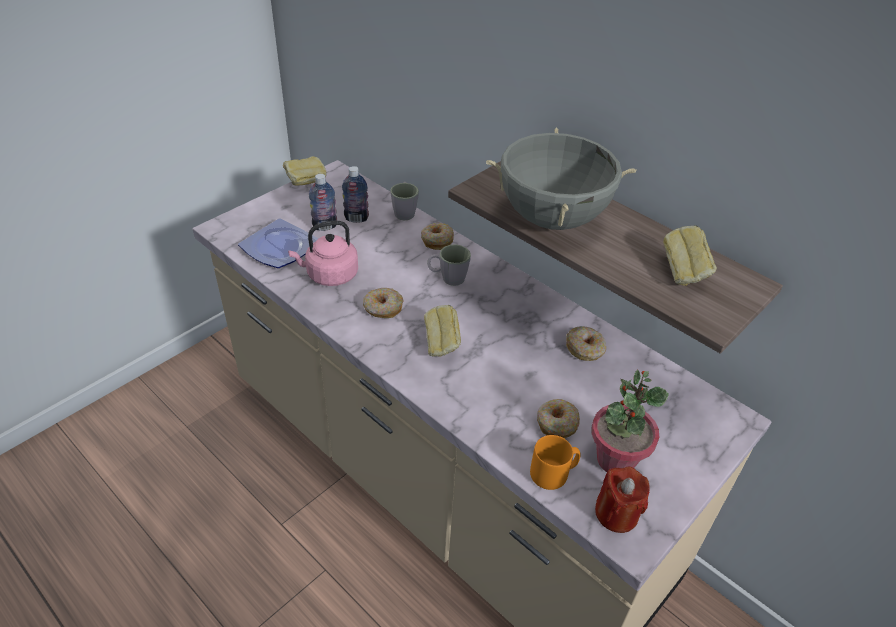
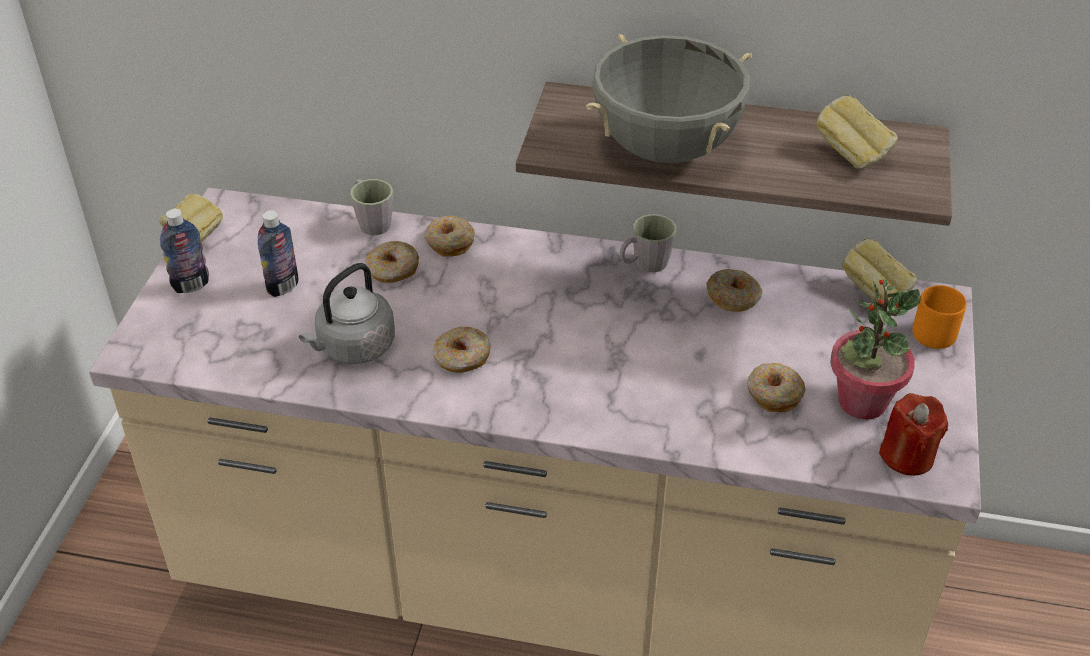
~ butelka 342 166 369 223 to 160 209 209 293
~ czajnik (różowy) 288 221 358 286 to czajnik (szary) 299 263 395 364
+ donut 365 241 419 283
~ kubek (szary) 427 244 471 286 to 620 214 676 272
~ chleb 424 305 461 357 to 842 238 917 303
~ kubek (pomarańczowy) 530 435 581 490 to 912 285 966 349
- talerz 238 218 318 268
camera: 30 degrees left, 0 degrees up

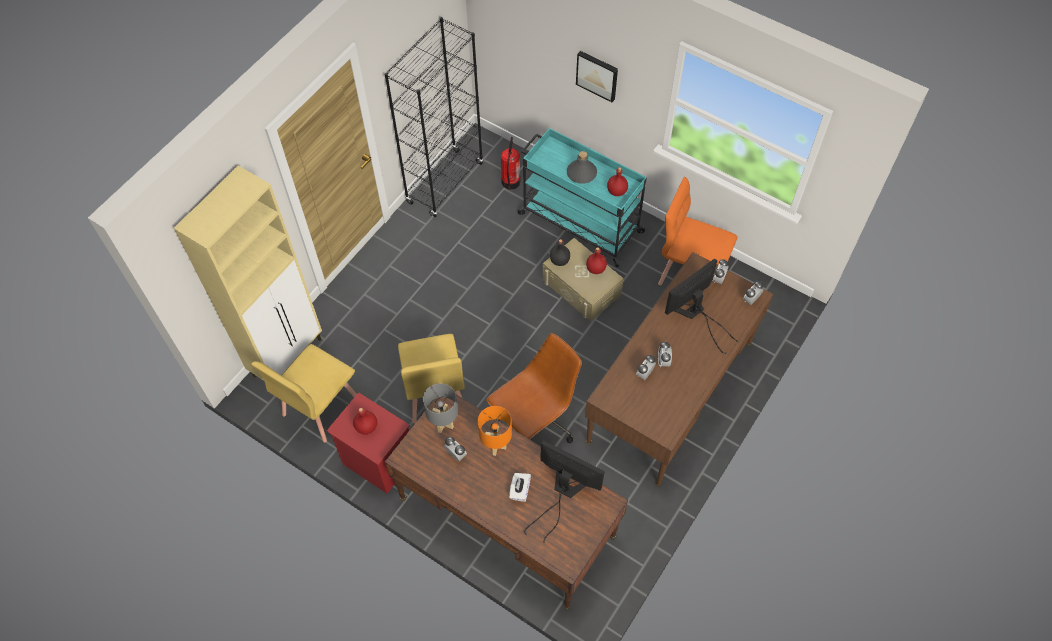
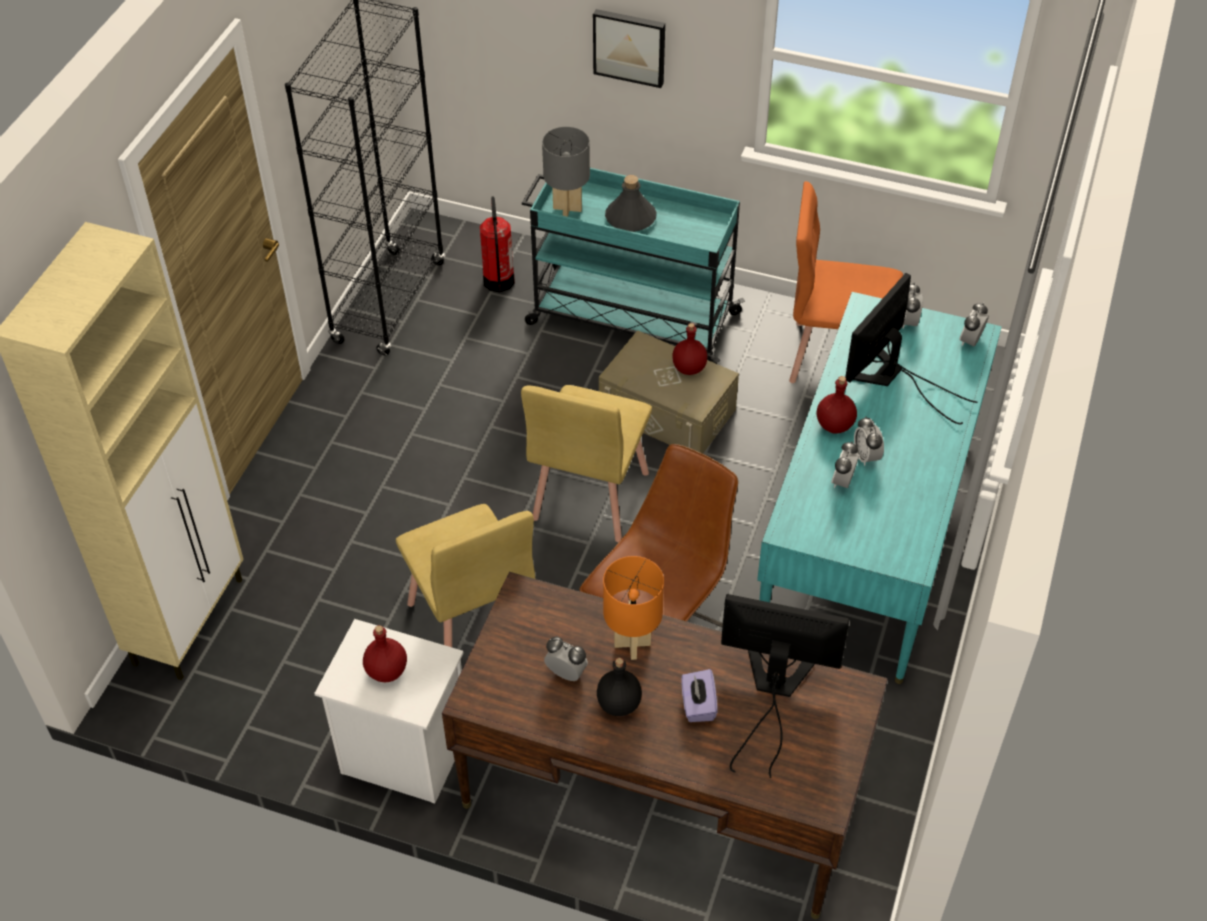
~ szafka nocna (czerwony) 327 392 410 494 to szafka nocna (biały) 314 619 464 804
~ krzesło (żółty) 251 344 357 442 to 521 385 652 542
~ lampa stołowa (szary) 423 383 458 433 to 542 127 590 217
~ butelka (czarny) 550 239 570 266 to 597 658 642 716
~ pudełko chusteczek (biały) 509 473 531 502 to pudełko chusteczek (fioletowy) 681 669 717 722
~ biurko (brązowy) 585 252 773 487 to biurko (turkusowy) 757 292 1002 684
~ butelka (czerwony) 607 167 628 196 to 817 376 857 434
camera: 15 degrees left, 10 degrees down

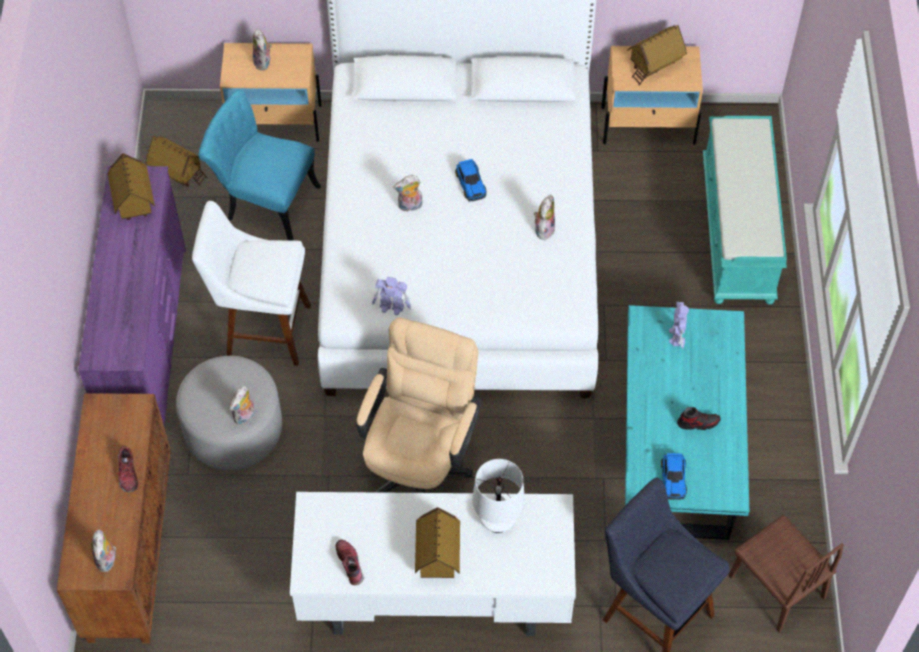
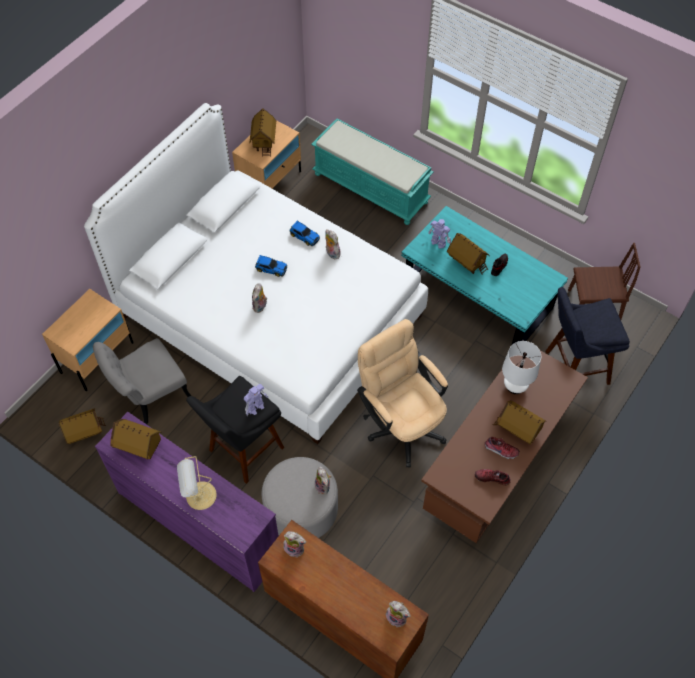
~ krzesło (turkusowy) 198 89 321 240 to krzesło (szary) 93 338 191 424
+ lampa stołowa 177 456 217 510
~ stołek (biały) 192 201 311 366 to stołek (czarny) 186 376 284 484
~ robot zabawkowy 372 277 411 315 to 244 384 268 416
~ pluszak 253 28 272 70 to 284 531 306 558
~ samochodzik 661 453 687 500 to 290 221 320 246
~ biurko (biały) 290 492 576 636 to biurko (brązowy) 421 350 588 543
+ domek 447 233 489 275
~ but 118 446 138 493 to 484 437 520 459
camera: 55 degrees left, 0 degrees up

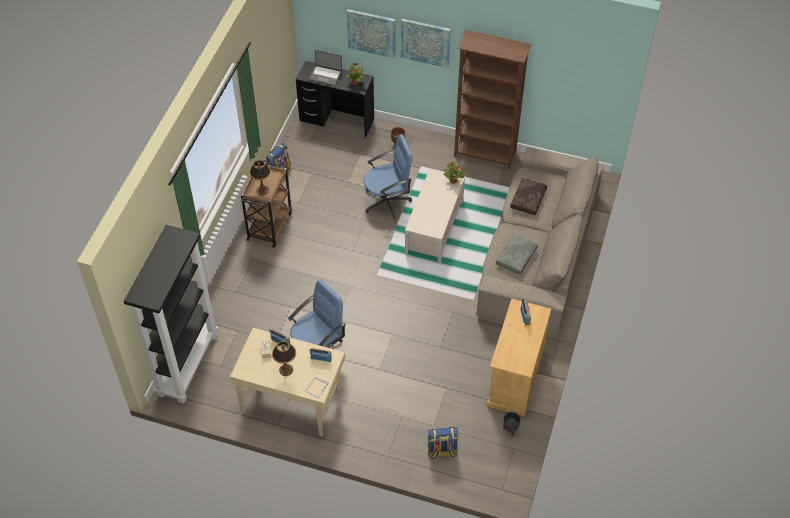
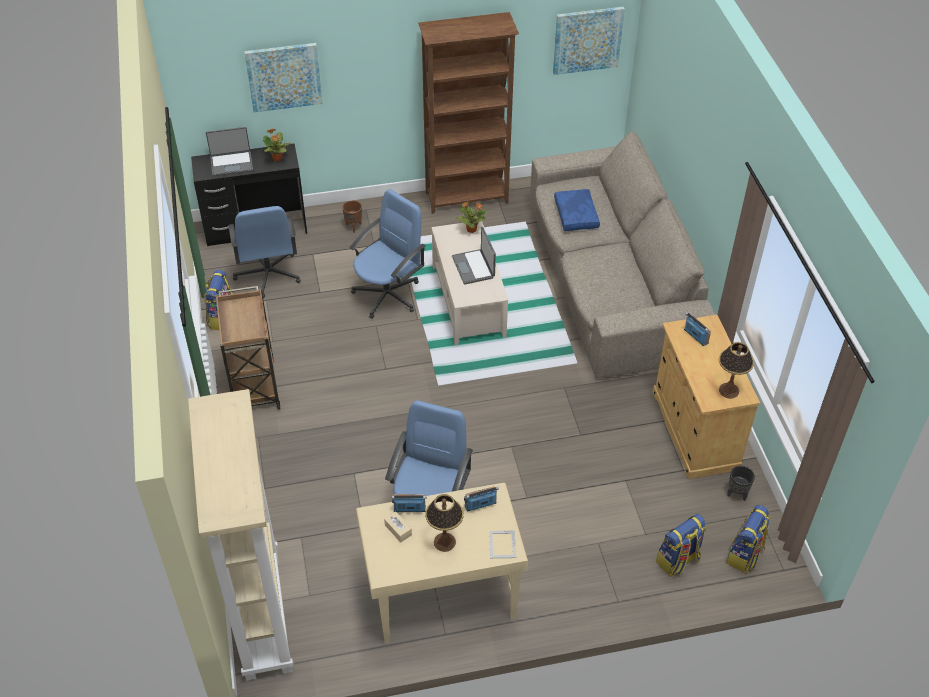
~ regał (czarny) 124 225 218 404 to regał (beżowy) 188 389 293 680
+ krzesło biurowe (niebieski) 228 206 301 298
+ laptop 452 226 496 285
~ obraz 401 19 451 68 to 553 7 625 75
~ poduszka (brązowy) 510 178 547 215 to poduszka (niebieski) 554 189 600 231
~ lampa stołowa 249 160 271 195 to 719 342 754 399
+ plecak 726 505 770 573
- poduszka (szary) 496 234 538 275
camera: 30 degrees left, 5 degrees down

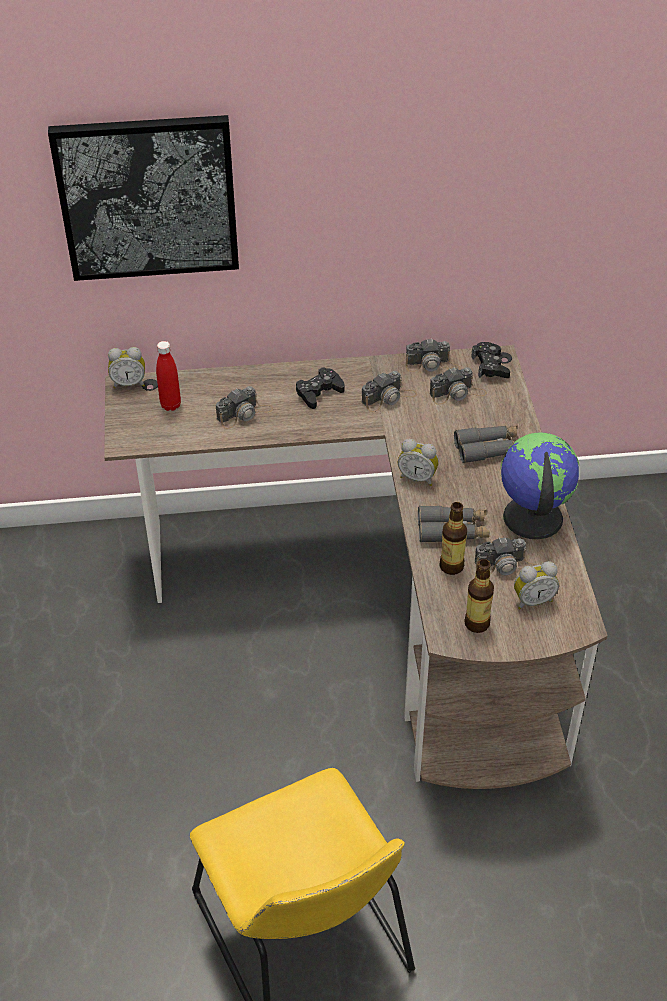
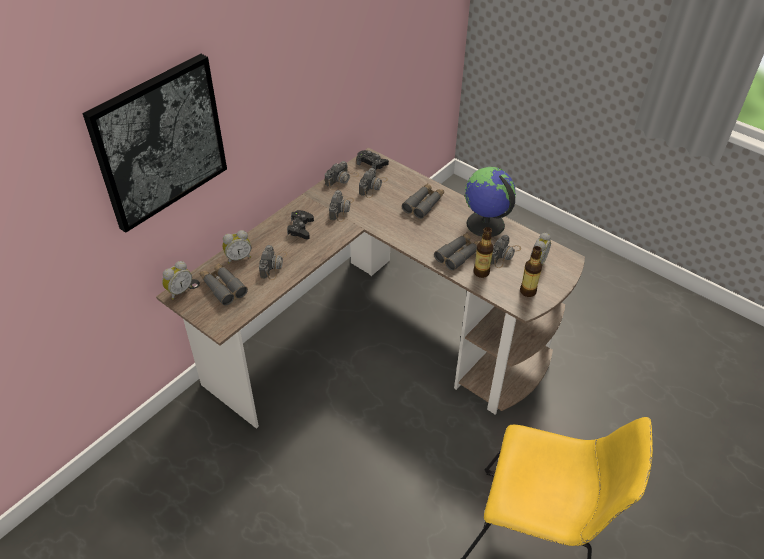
~ butelka (czerwony) 156 341 181 411 to lornetka (szary) 200 263 248 305
~ budzik 398 439 439 486 to 222 230 251 264
camera: 45 degrees left, 0 degrees up

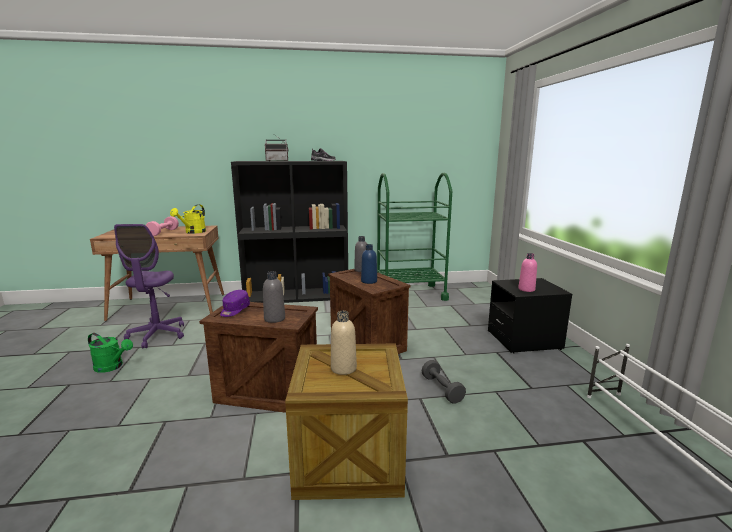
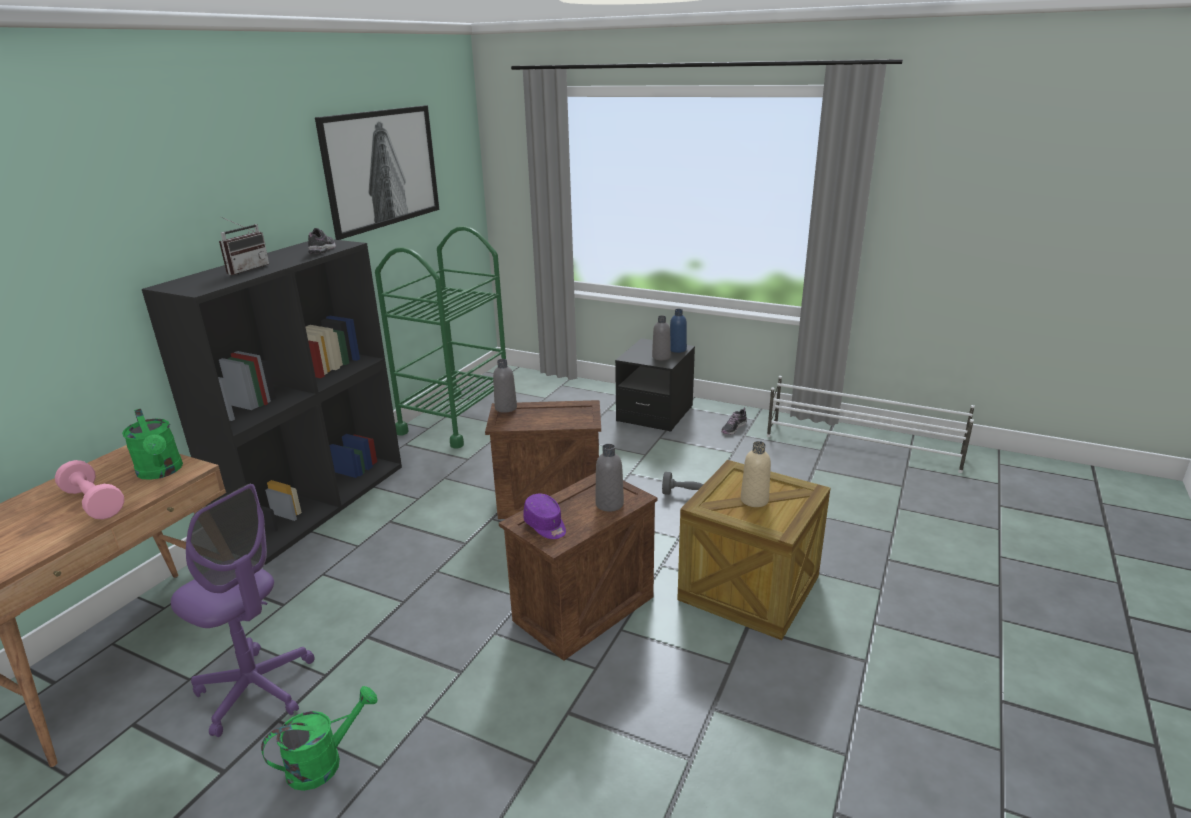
~ konewka (żółty) 170 205 206 234 to konewka (zielony) 122 409 183 480
+ obraz 315 105 439 240
~ butelka (różowy) 518 253 537 292 to butelka (szary) 652 316 671 360
~ butelka (niebieski) 361 244 377 284 to 670 309 687 353
+ but 721 407 747 434
camera: 55 degrees left, 10 degrees up

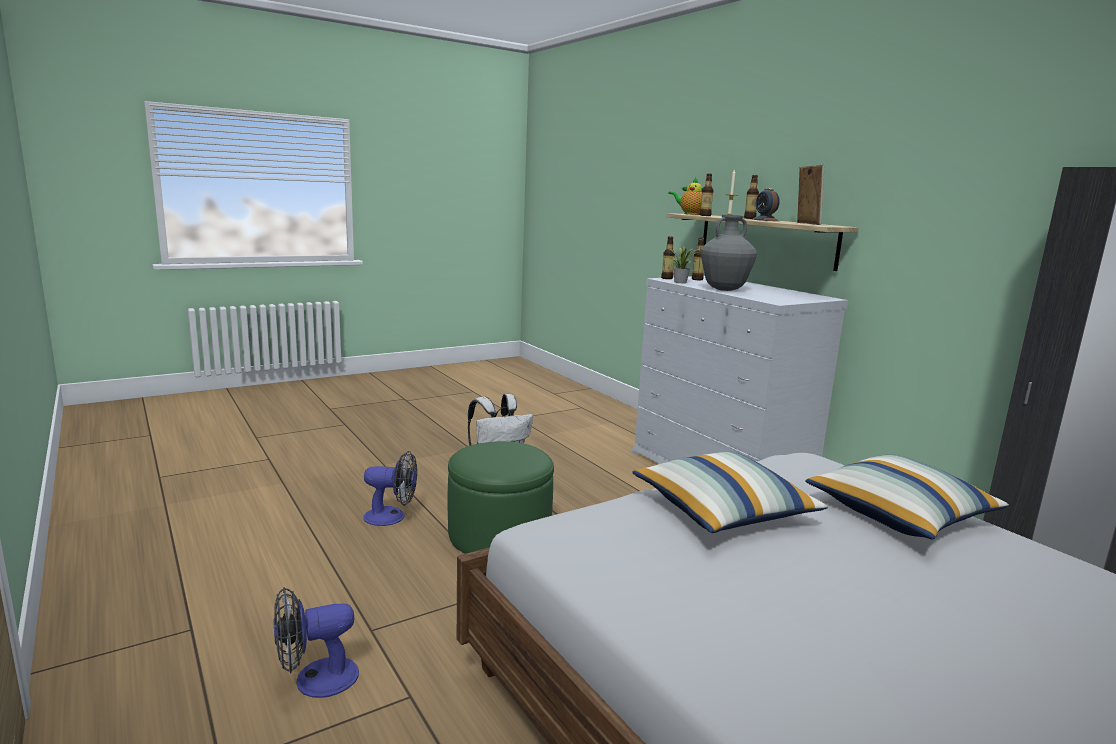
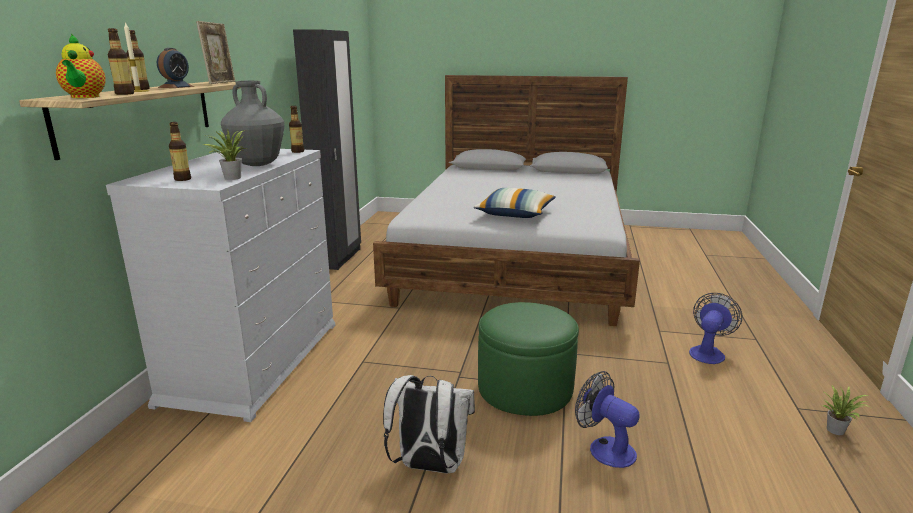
~ ramka na zdjęcie 797 165 824 225 = 196 21 235 84 150 degrees clockwise
~ butelka 661 236 675 279 to 289 106 304 153
~ wentylator 273 587 359 698 = 689 293 742 364 75 degrees counterclockwise
+ roślina doniczkowa 821 386 869 435
- poduszka 805 455 1009 539
camera: 135 degrees left, 5 degrees up

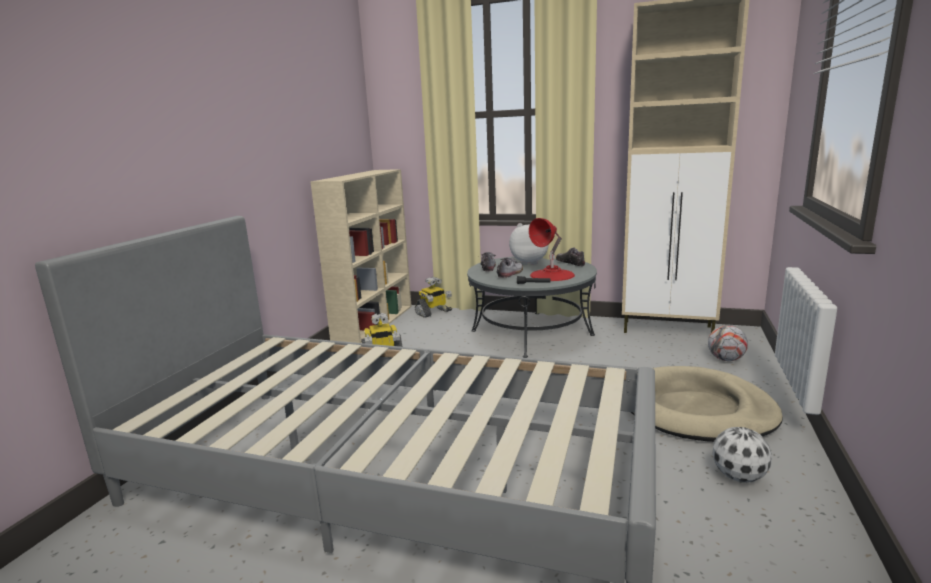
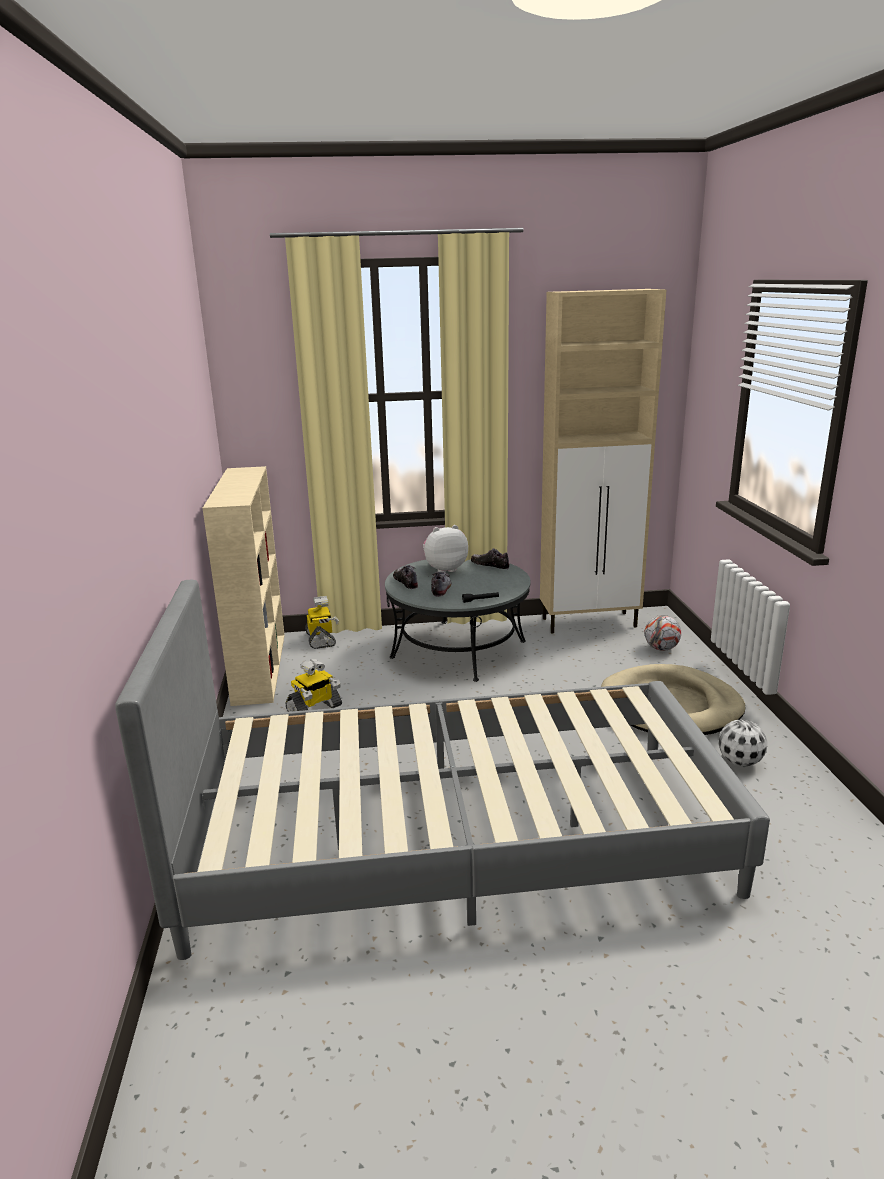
~ robot zabawkowy 415 277 452 318 = 305 596 339 649 45 degrees counterclockwise
- lampa stołowa (czerwony) 529 218 575 281
camera: 25 degrees left, 5 degrees up

